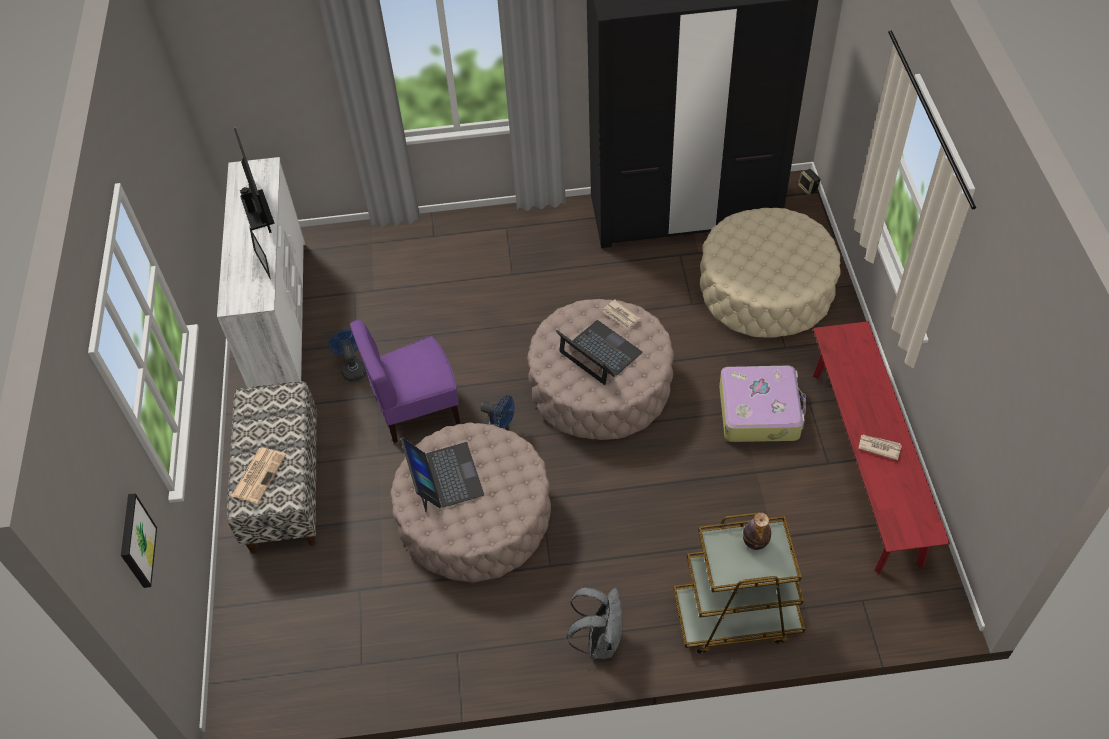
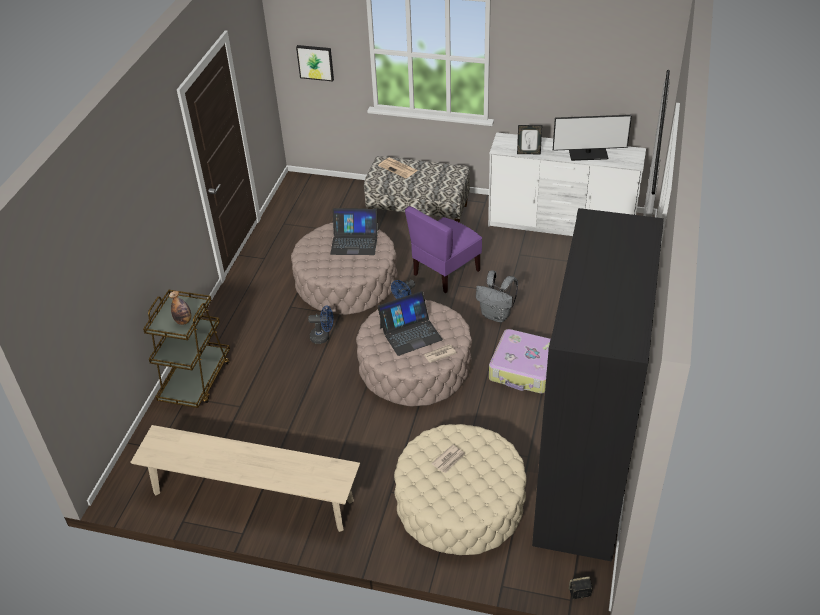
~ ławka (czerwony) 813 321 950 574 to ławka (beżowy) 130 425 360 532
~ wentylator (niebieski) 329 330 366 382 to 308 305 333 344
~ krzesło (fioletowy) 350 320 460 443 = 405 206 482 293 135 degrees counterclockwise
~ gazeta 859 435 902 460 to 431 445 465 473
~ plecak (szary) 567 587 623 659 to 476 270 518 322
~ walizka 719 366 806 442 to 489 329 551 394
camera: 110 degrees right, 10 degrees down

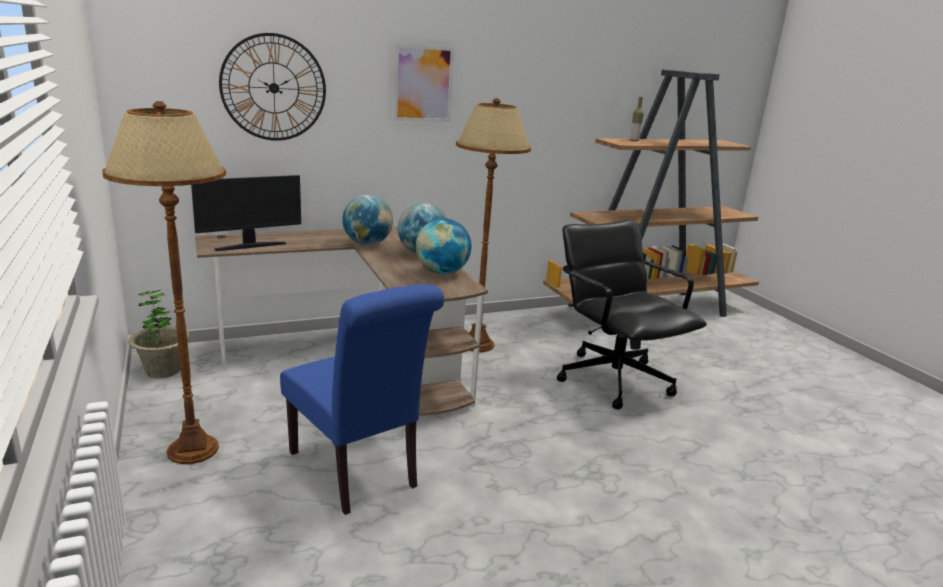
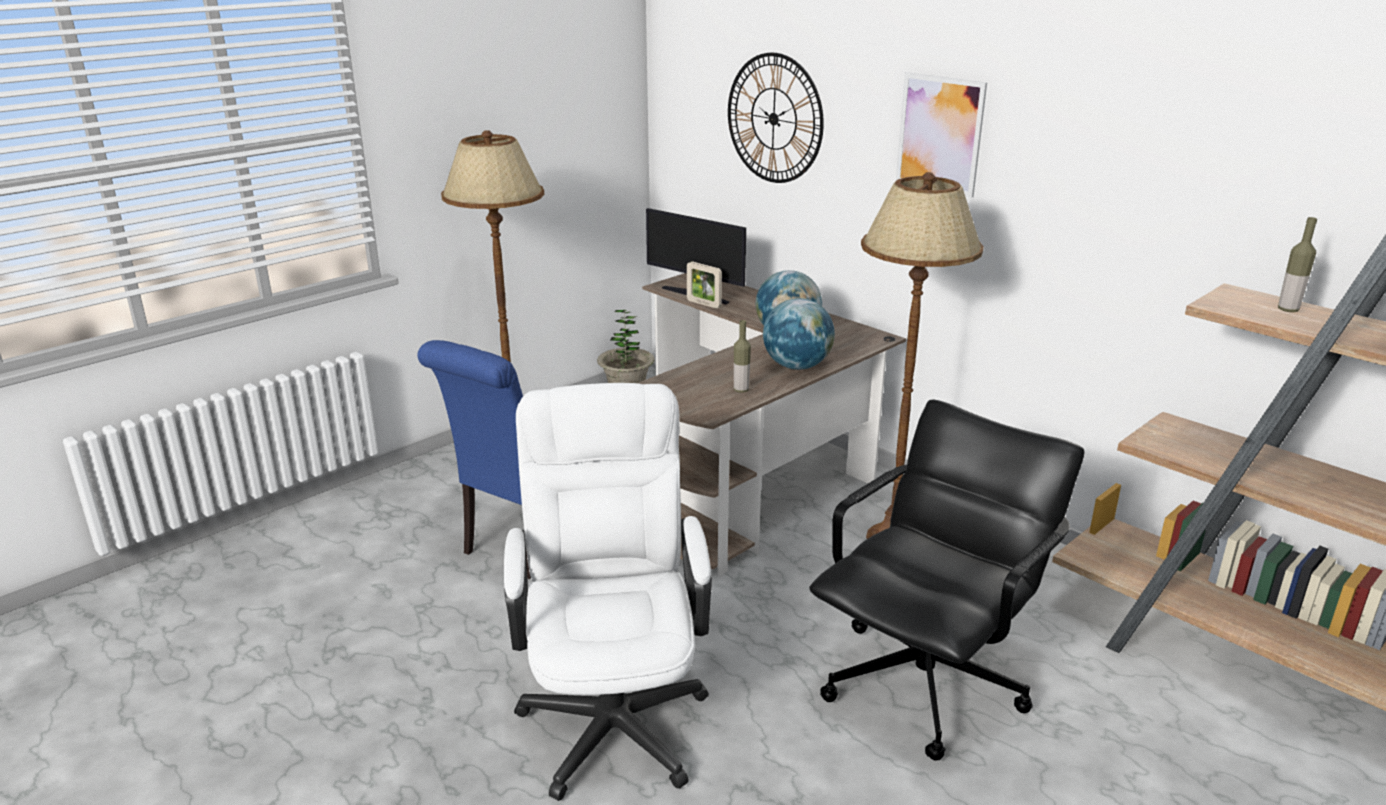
+ krzesło biurowe (biały) 504 383 712 801
+ ramka na zdjęcie 687 261 722 308
~ globus 416 218 471 274 to butelka 734 320 751 393
camera: 70 degrees right, 5 degrees up

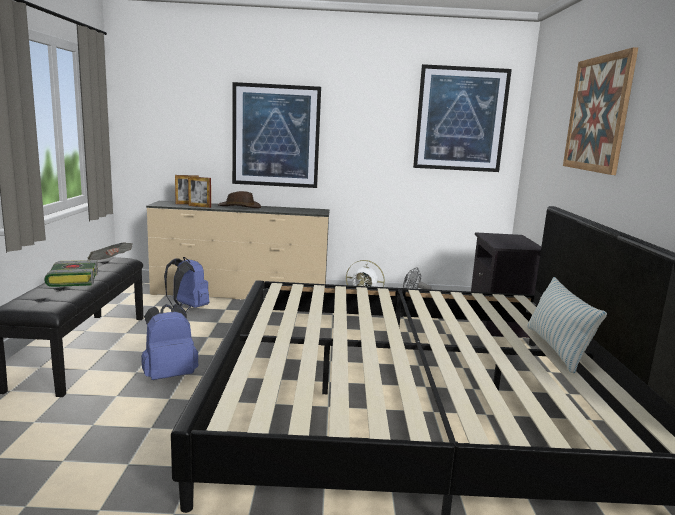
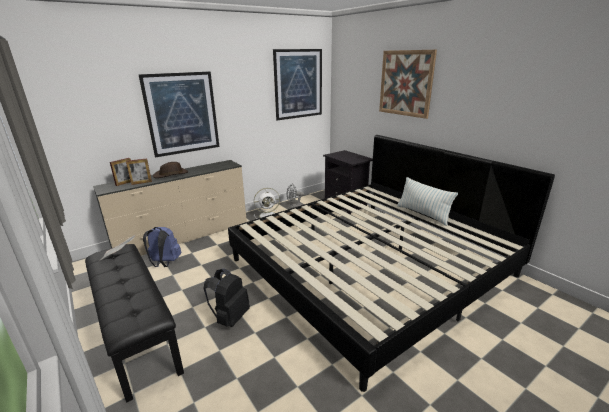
~ plecak (niebieski) 141 304 198 380 to plecak (czarny) 203 269 250 327
- książka 44 260 98 287
camera: 35 degrees left, 10 degrees up

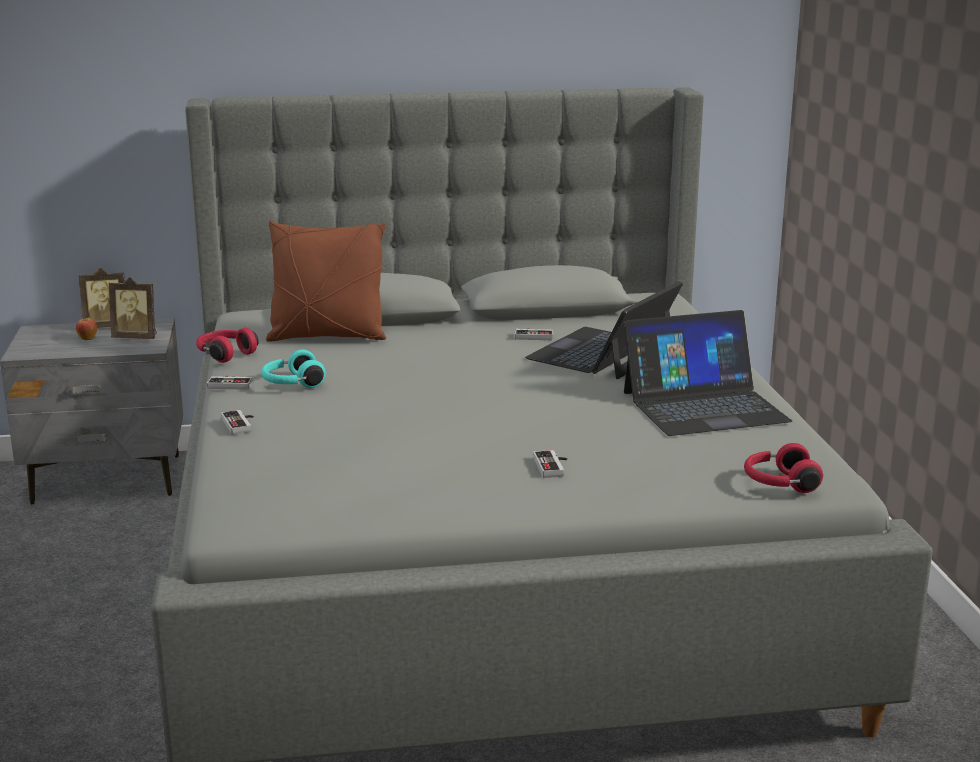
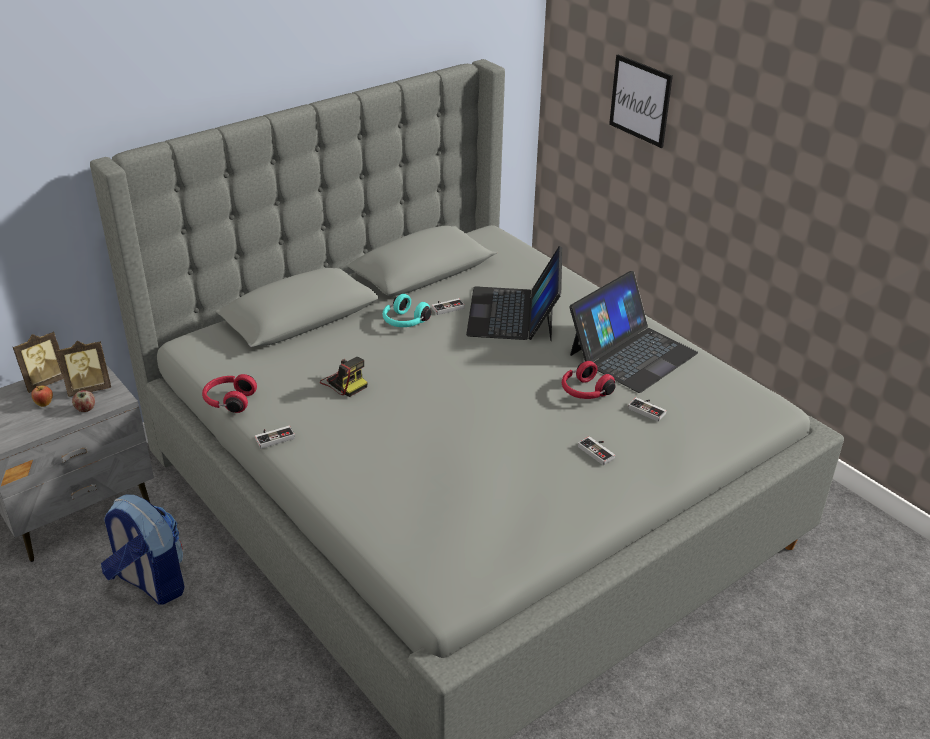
+ jabłko 72 390 95 412
+ plecak 101 494 185 605
+ aparat fotograficzny 320 357 368 397
~ słuchawki (turkusowy) 261 349 326 388 to 382 294 431 327
~ słuchawki (czerwony) 744 443 823 493 to 562 361 616 399
+ obraz 609 55 673 148
~ pad do gier 221 410 254 435 to 628 397 666 422
- poduszka (brązowy) 266 221 386 342
camera: 30 degrees left, 15 degrees up

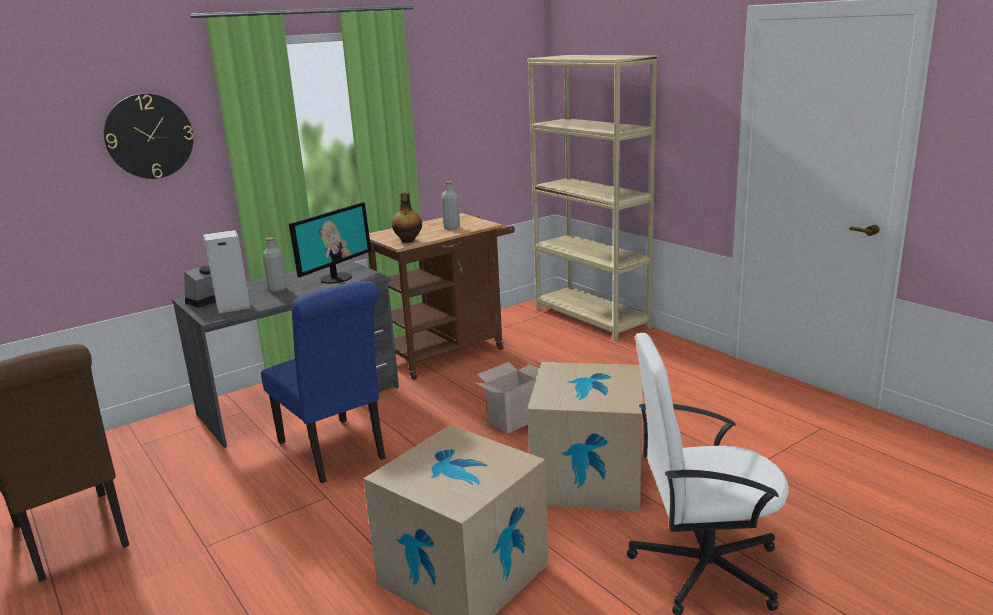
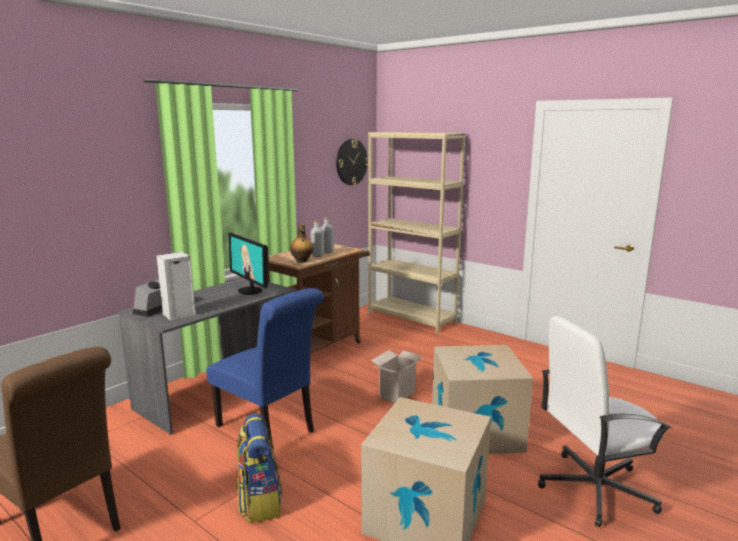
~ monitor 289 202 371 284 = 229 233 269 295 120 degrees clockwise
+ plecak 237 413 283 523
~ butelka (szary) 263 237 287 292 to 310 220 324 257
~ zegar ścienny 104 94 193 179 to 336 139 368 185
camera: 15 degrees left, 5 degrees down

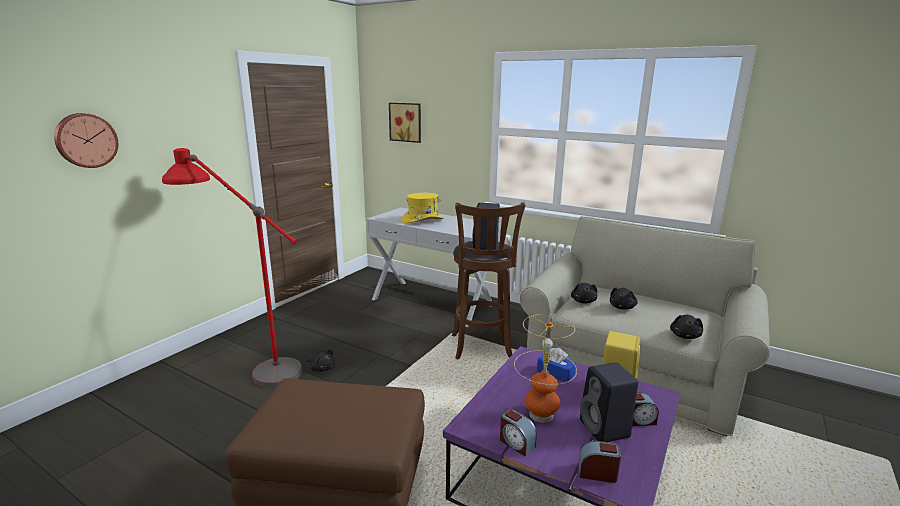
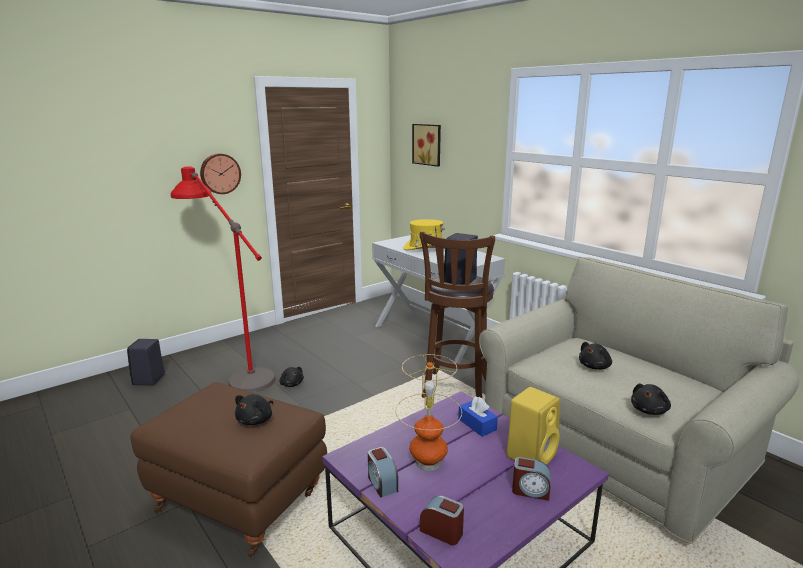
~ głośnik (czarny) 580 362 638 442 to 127 339 165 386
~ zegar ścienny 54 113 118 168 to 200 153 241 194
~ pluszak (czarny) 571 283 597 304 to 235 394 273 425
camera: 20 degrees right, 0 degrees up

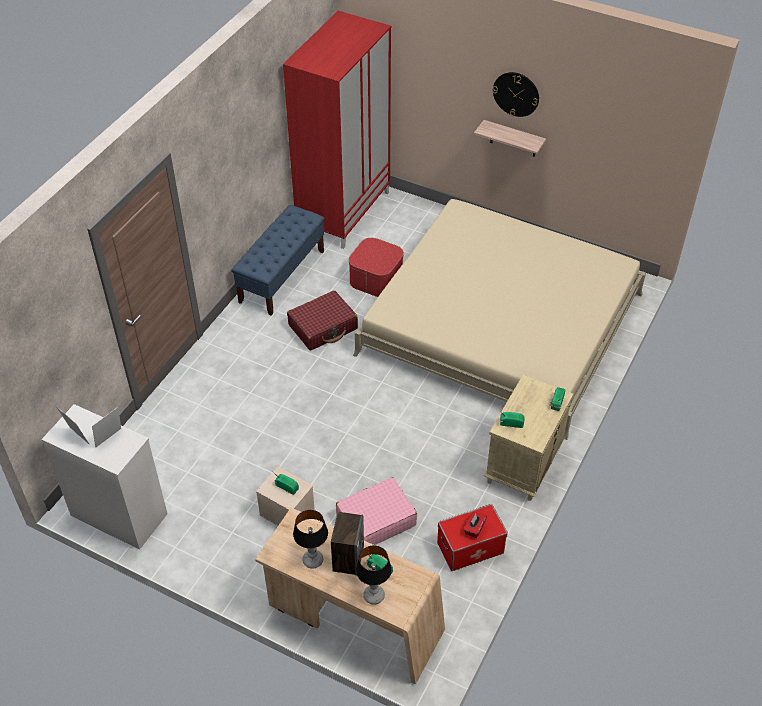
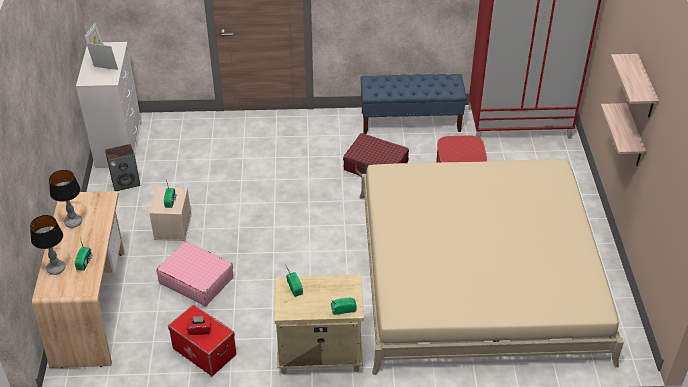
~ głośnik 331 512 364 576 to 105 144 140 191
~ zegar ścienny 492 72 539 117 to półka 611 54 659 117
camera: 60 degrees right, 5 degrees down

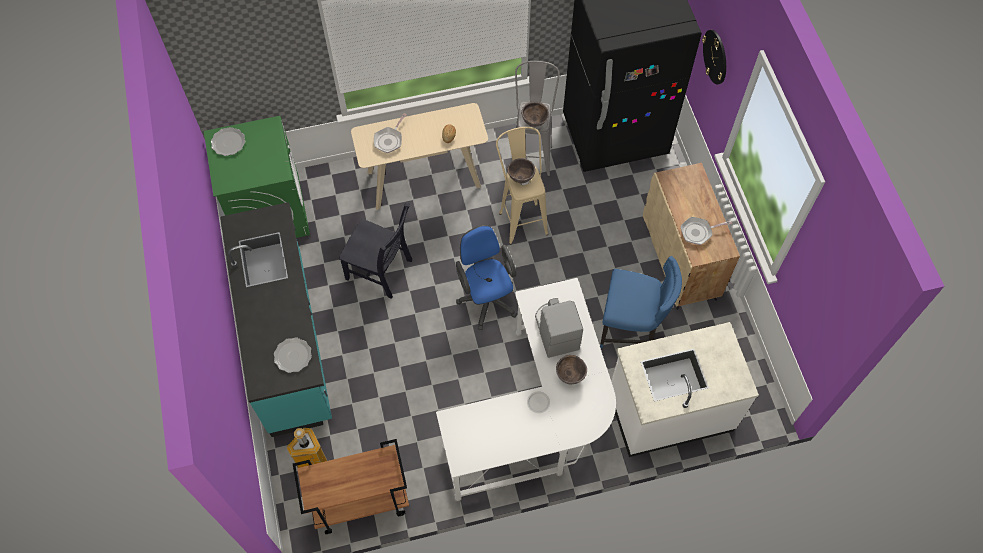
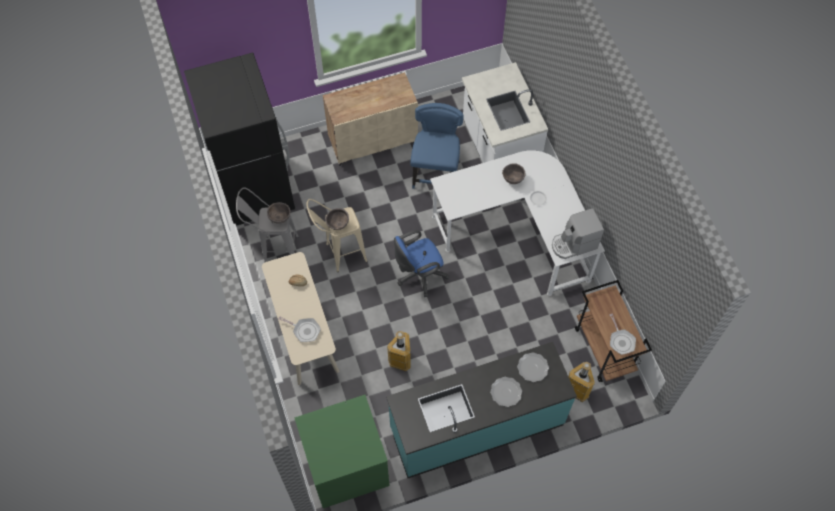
~ krzesło (czarny) 339 203 412 299 to kosz na śmieci 387 331 411 371
~ talerz 211 127 245 156 to 490 377 522 407
~ ekspres do kawy 535 298 583 358 to 552 208 604 259
~ patelnia 680 217 732 245 to 610 314 636 355
- zegar ścienny 702 30 726 85
camera: 95 degrees left, 0 degrees up

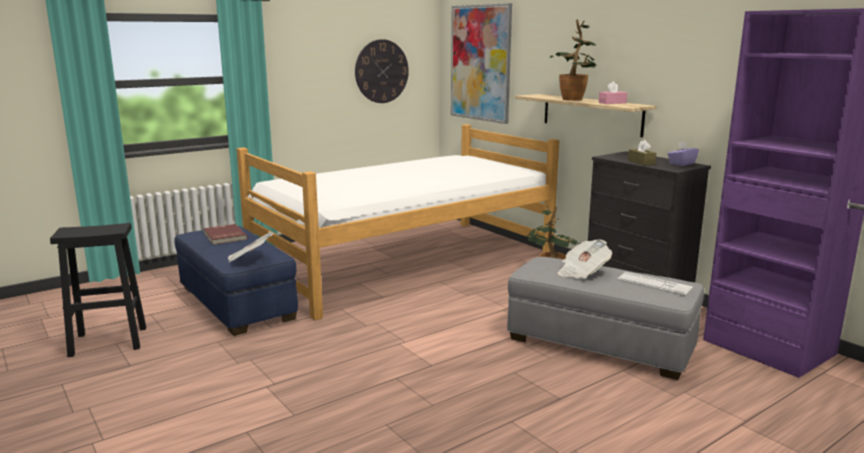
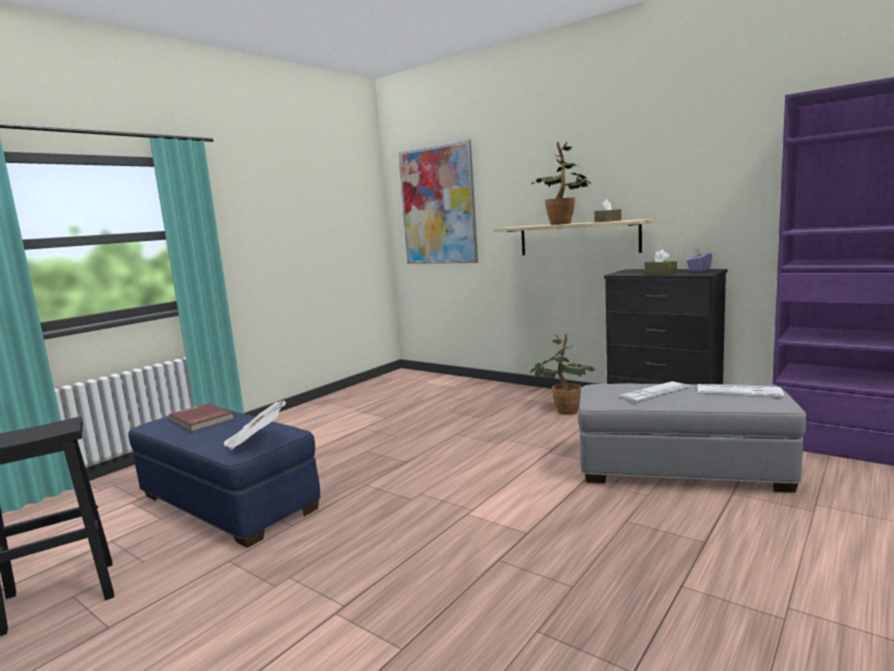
~ pudełko chusteczek (różowy) 599 81 627 104 to pudełko chusteczek (brązowy) 594 199 621 222
~ gazeta 558 239 612 279 to klawiatura 619 381 690 402
- łóżko 236 124 559 320
- zegar ścienny 355 39 409 103
camera: 15 degrees left, 5 degrees down

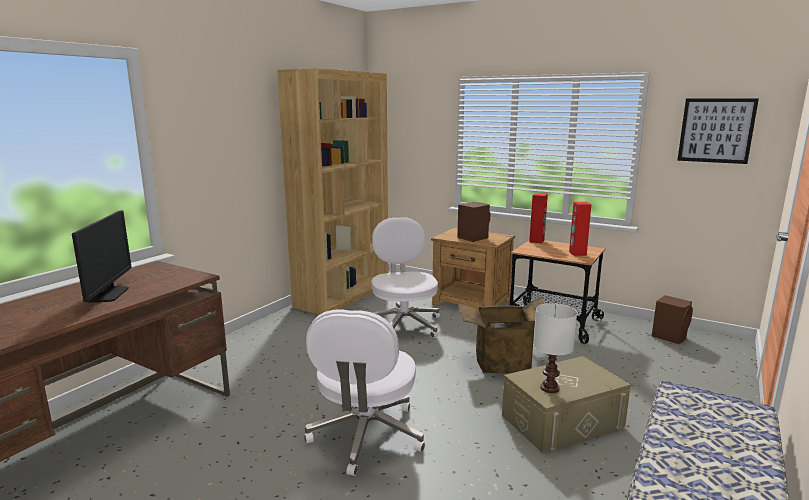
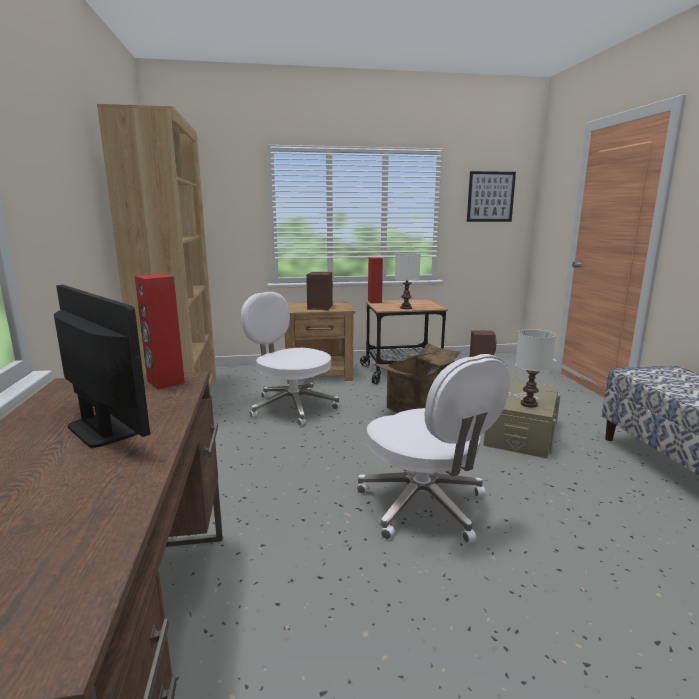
~ głośnik (czerwony) 569 202 591 256 to 135 274 185 389
+ lampa stołowa (biały) 395 253 421 309
camera: 40 degrees left, 0 degrees up

